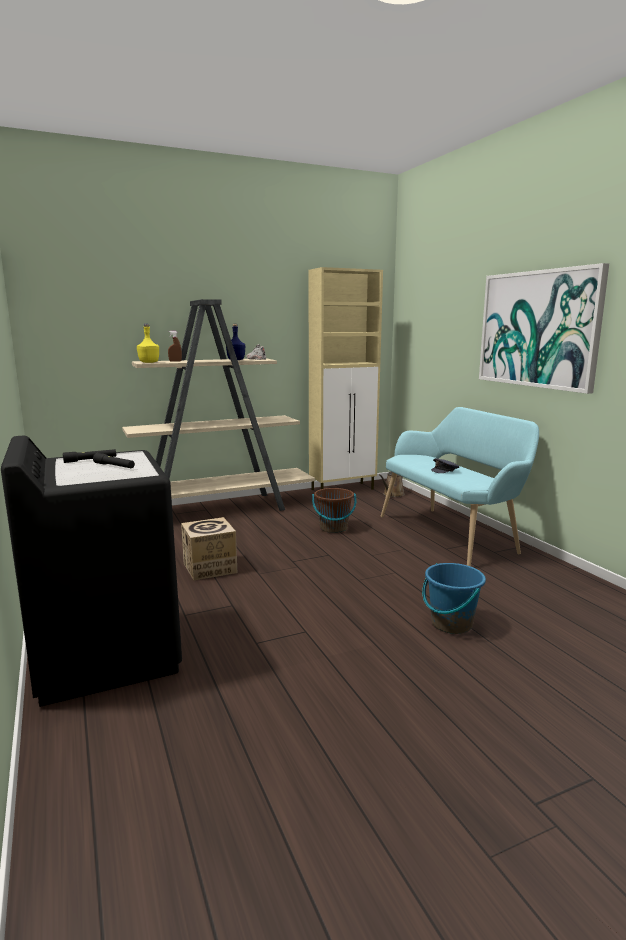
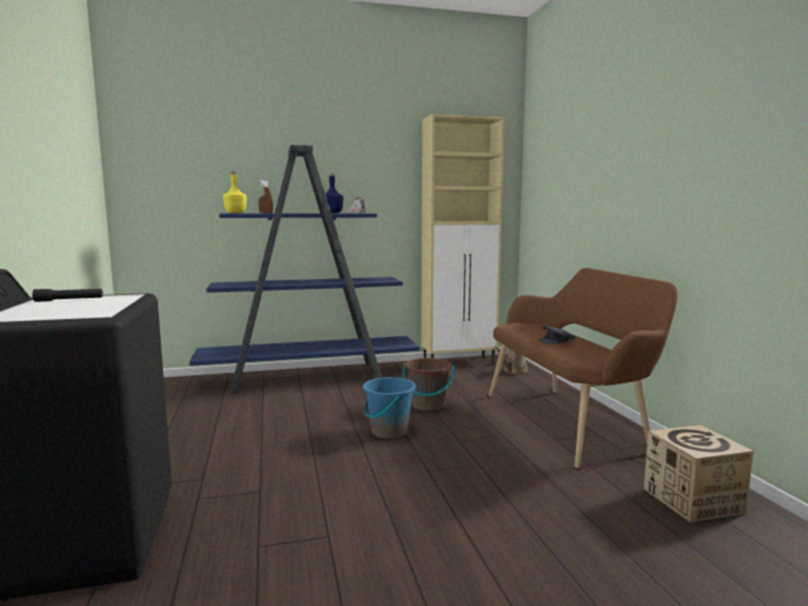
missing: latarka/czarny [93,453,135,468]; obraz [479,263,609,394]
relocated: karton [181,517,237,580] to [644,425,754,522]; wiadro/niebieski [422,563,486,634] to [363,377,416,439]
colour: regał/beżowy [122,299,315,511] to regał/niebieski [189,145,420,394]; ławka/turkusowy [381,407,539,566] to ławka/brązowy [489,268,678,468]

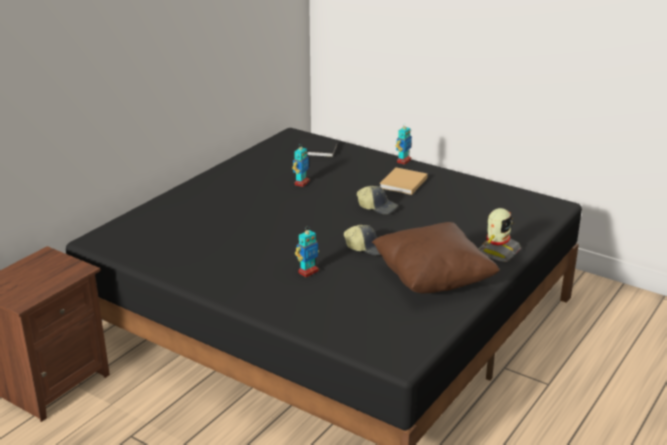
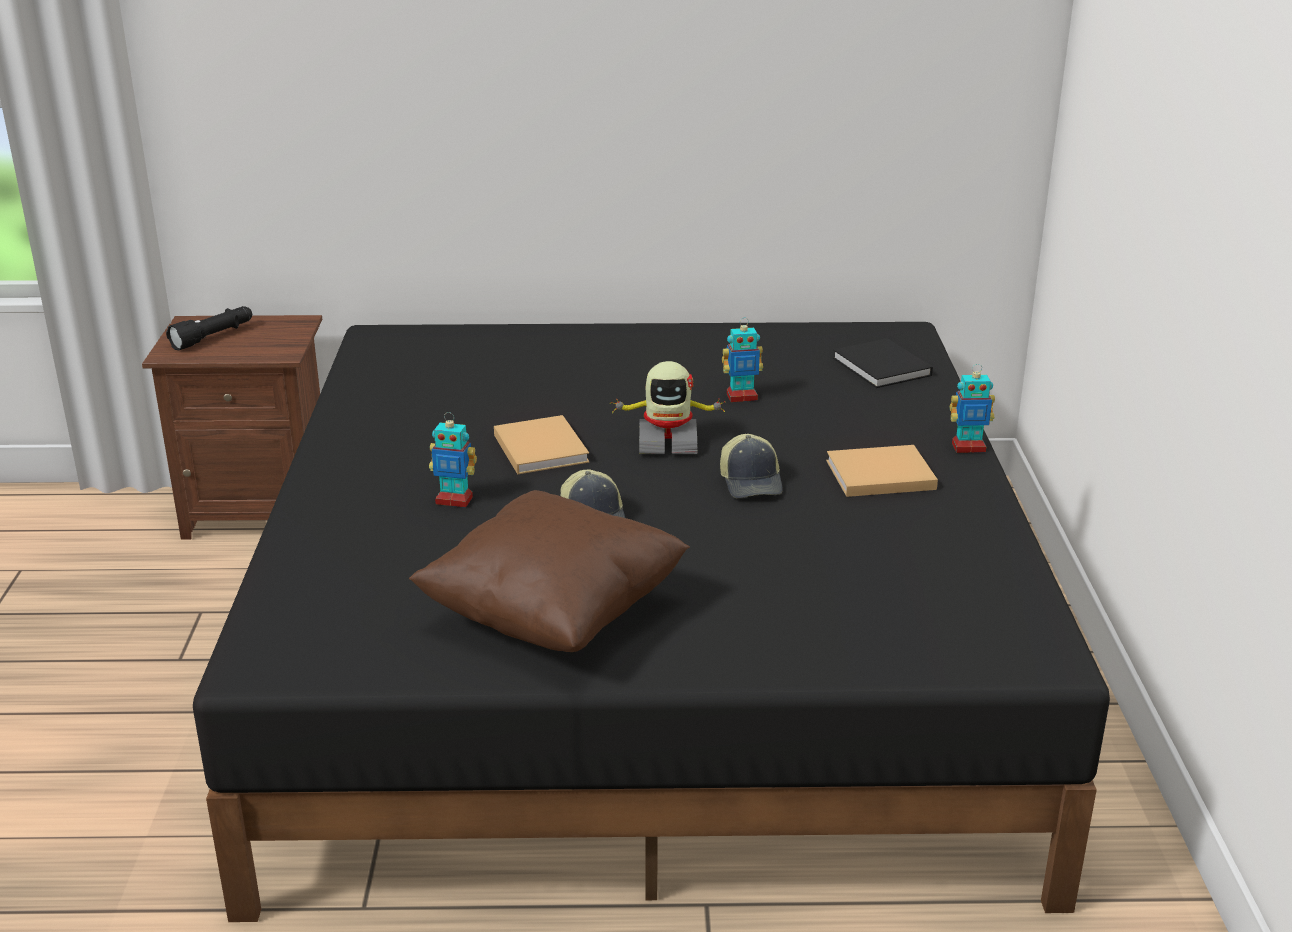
appeared: latarka/czarny [166,306,252,350]; książka/beżowy [494,415,589,474]
relocated: robot zabawkowy [478,208,521,262] to [611,361,725,454]

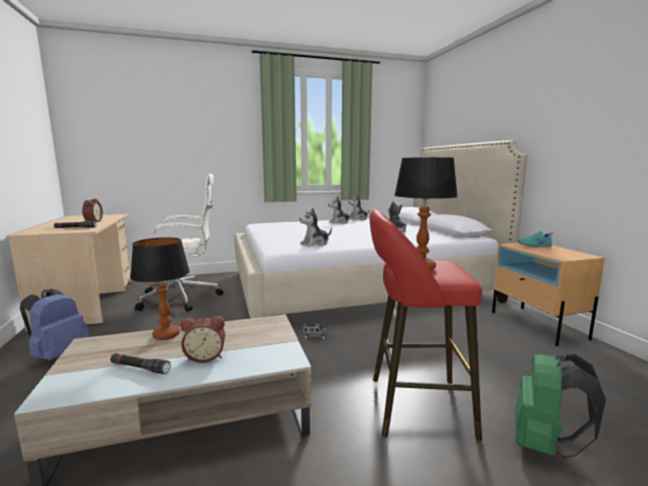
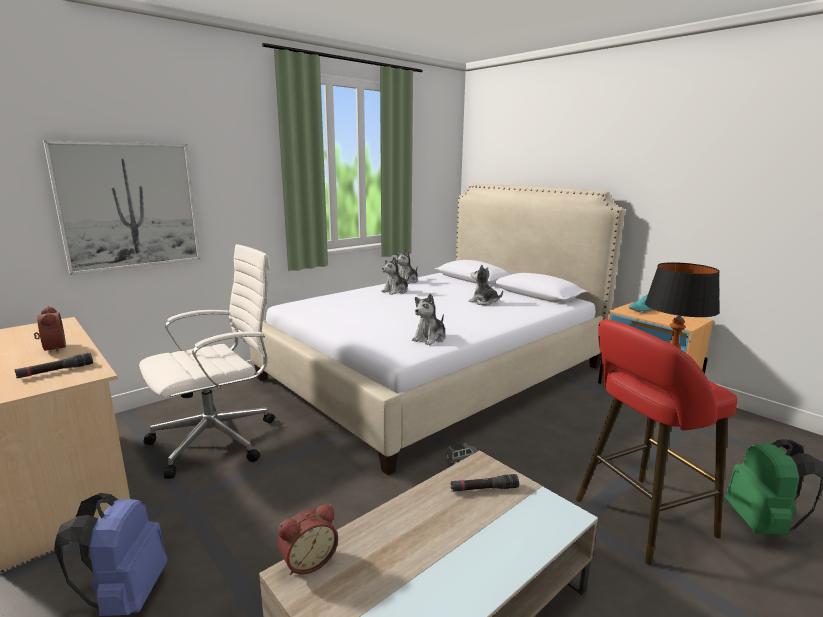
missing: lampa stołowa [130,237,190,340]
appeared: obraz [43,140,201,275]
relocated: latarka/czarny [110,353,171,374] to [450,474,519,492]; budzik [181,316,225,363] to [277,504,338,575]

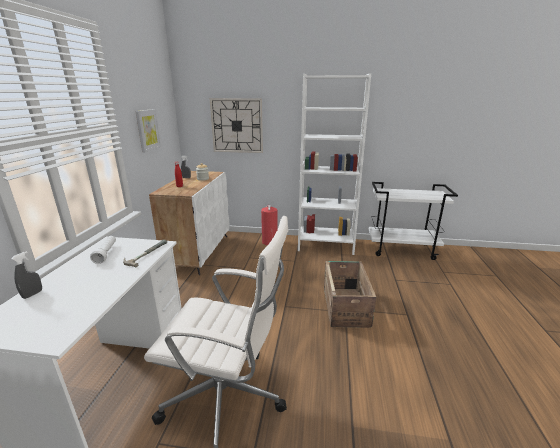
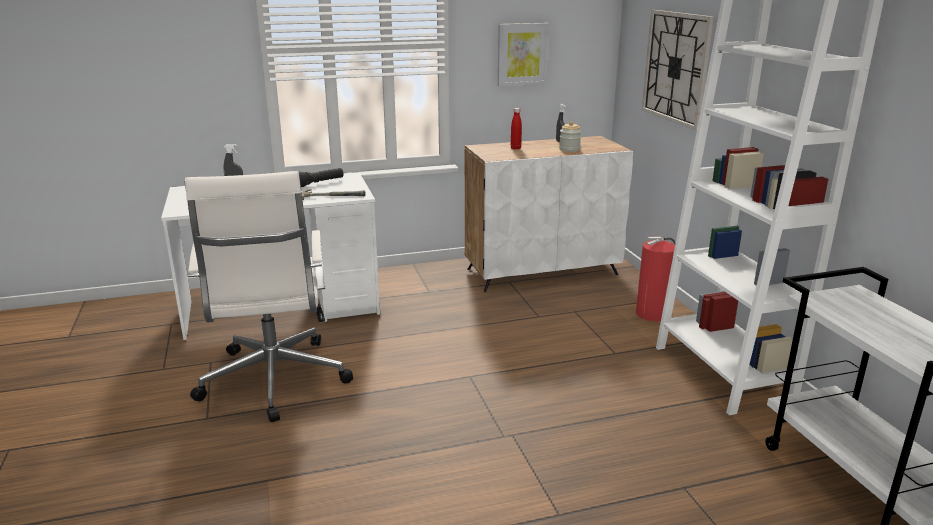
missing: skrzynka [324,261,376,328]
colour: latarka/biały [90,236,116,264] to latarka/czarny [299,168,343,187]

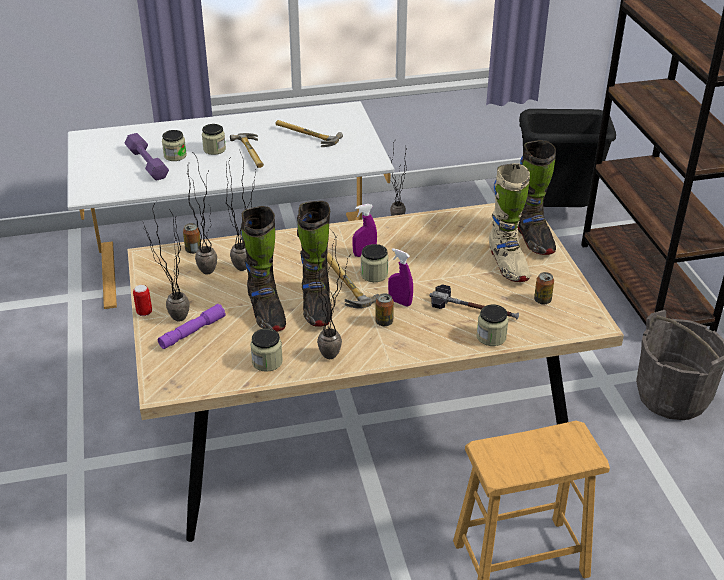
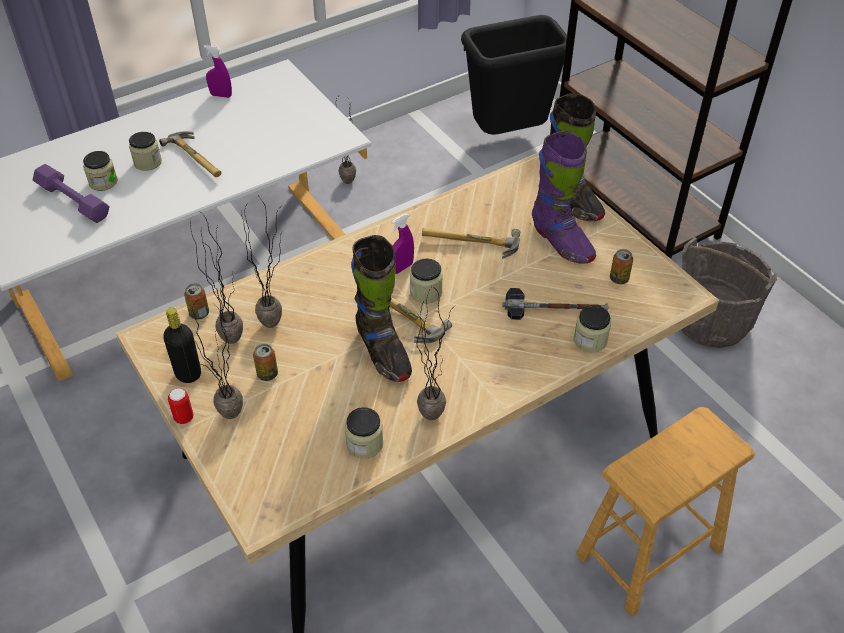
missing: latarka/fioletowy [158,304,226,349]; but z cholewką/czarny [241,206,286,332]
appeared: butelka/czarny [163,308,201,383]
relocated: młotek [276,120,343,147] to [422,228,520,259]; puszka [376,293,394,326] to [253,344,278,381]; spryskiwacz/fioletowy [388,248,413,306] to [203,45,232,98]
colour: but z cholewką/beżowy [489,163,530,282] to but z cholewką/fioletowy [532,131,596,264]

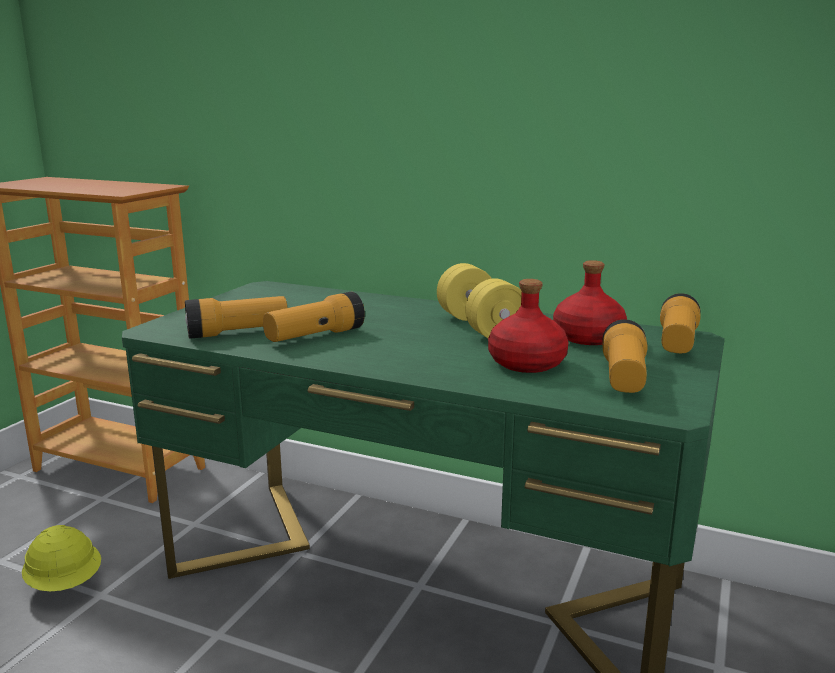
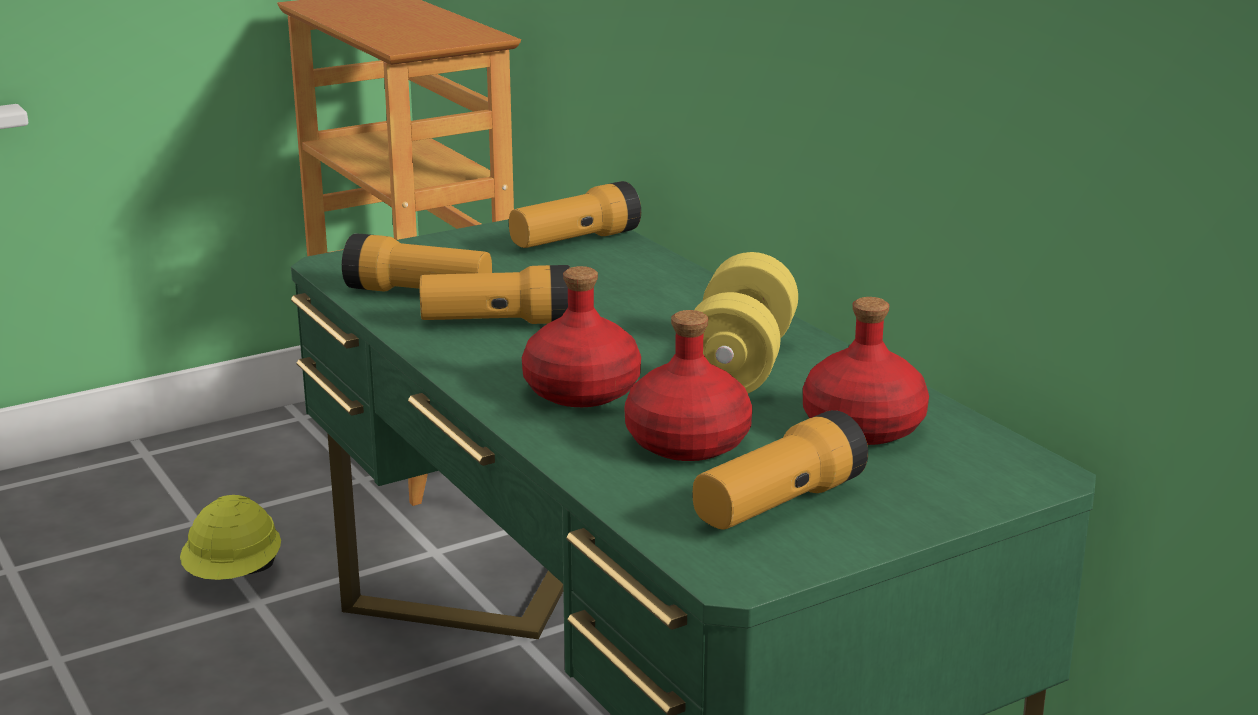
appeared: butelka/czerwony [522,266,641,407]
relocated: latarka [660,293,700,353] to [509,181,641,248]

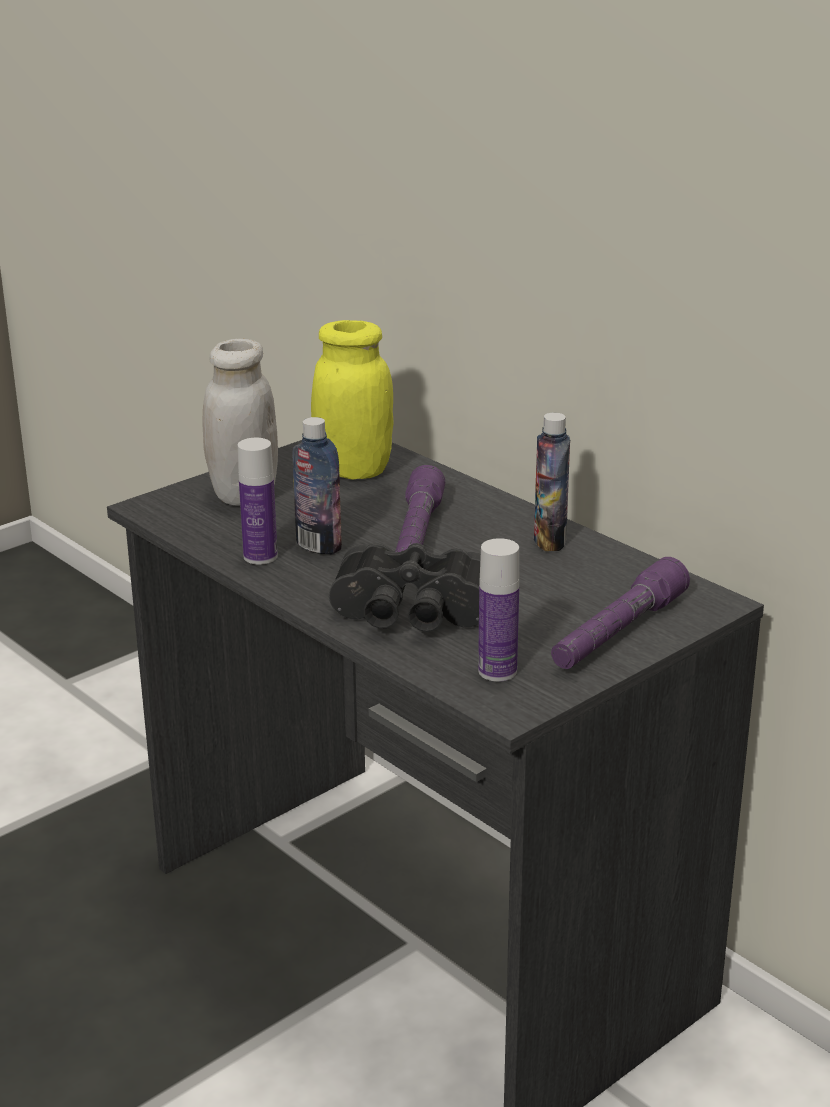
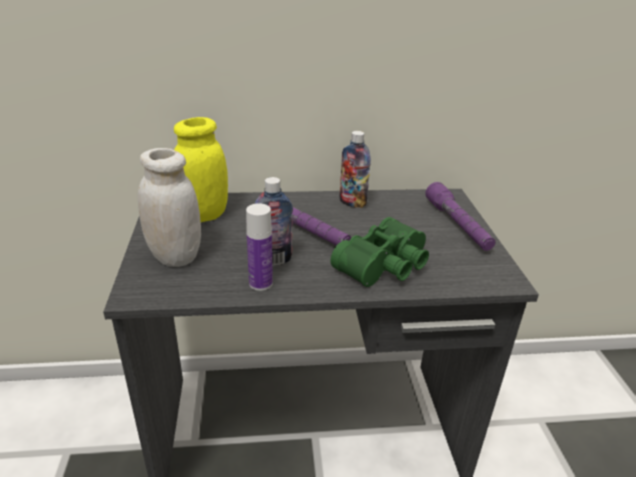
missing: butelka [478,538,519,682]
colour: lornetka/czarny [329,543,481,632] to lornetka/zielony [331,217,429,287]

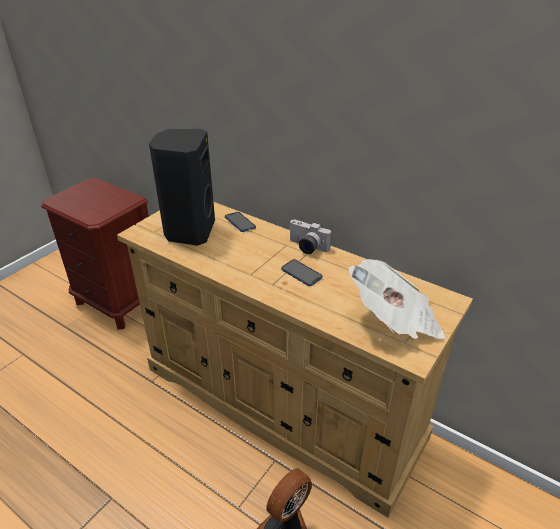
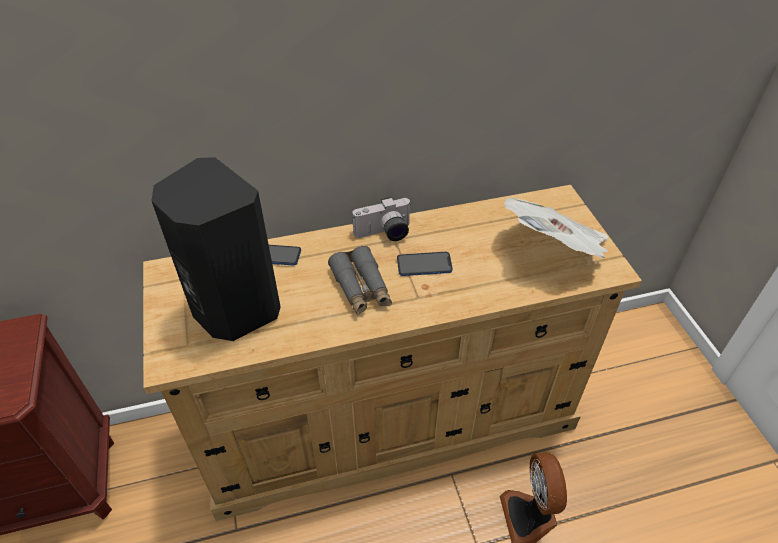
appeared: lornetka/szary [328,246,392,315]

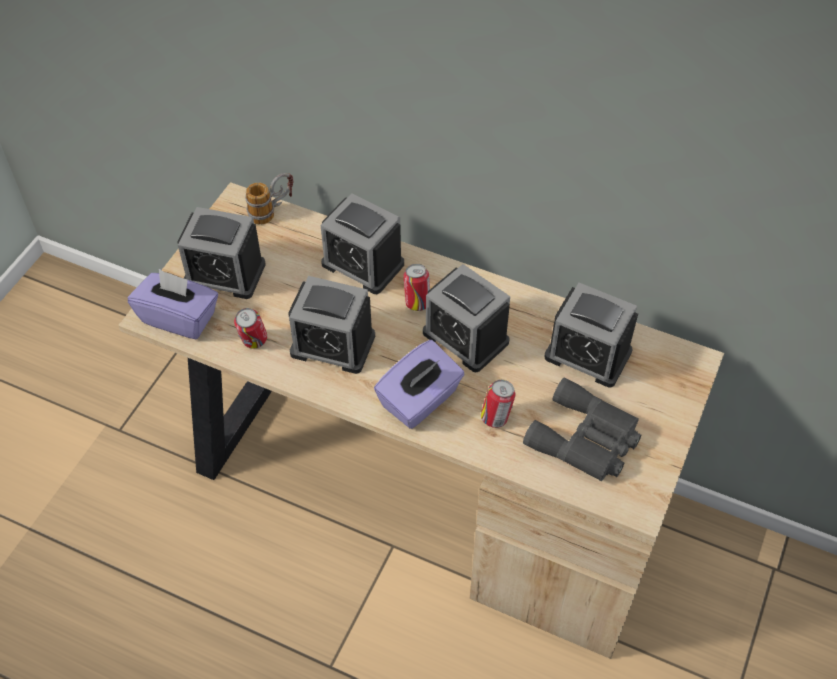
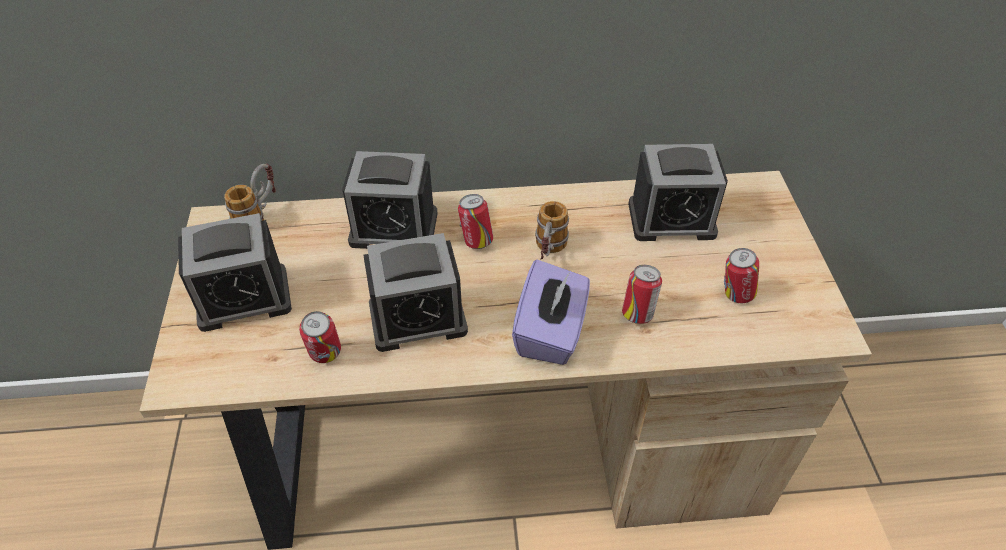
missing: pudełko chusteczek/fioletowy [128,269,218,339]
exchanged: budzik [423,264,510,372] to kubek [535,201,569,260]; lornetka/szary [523,377,641,481] to puszka [724,248,759,303]

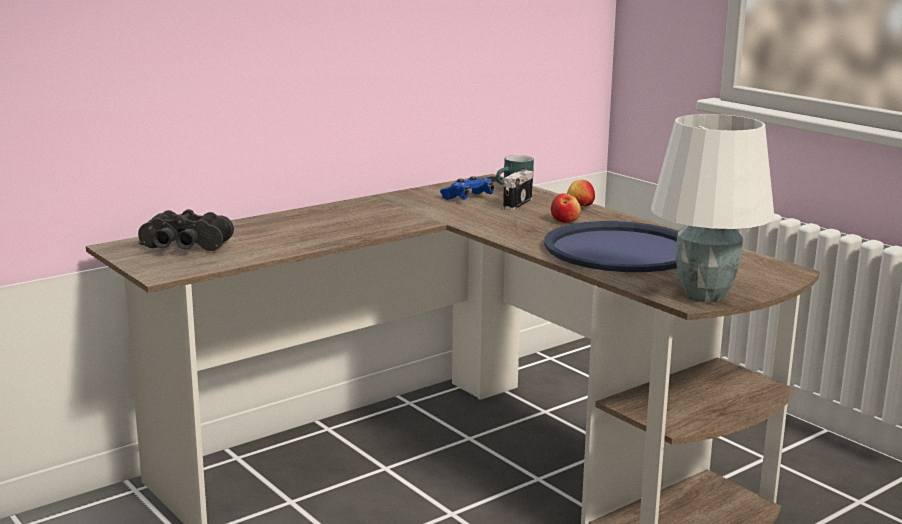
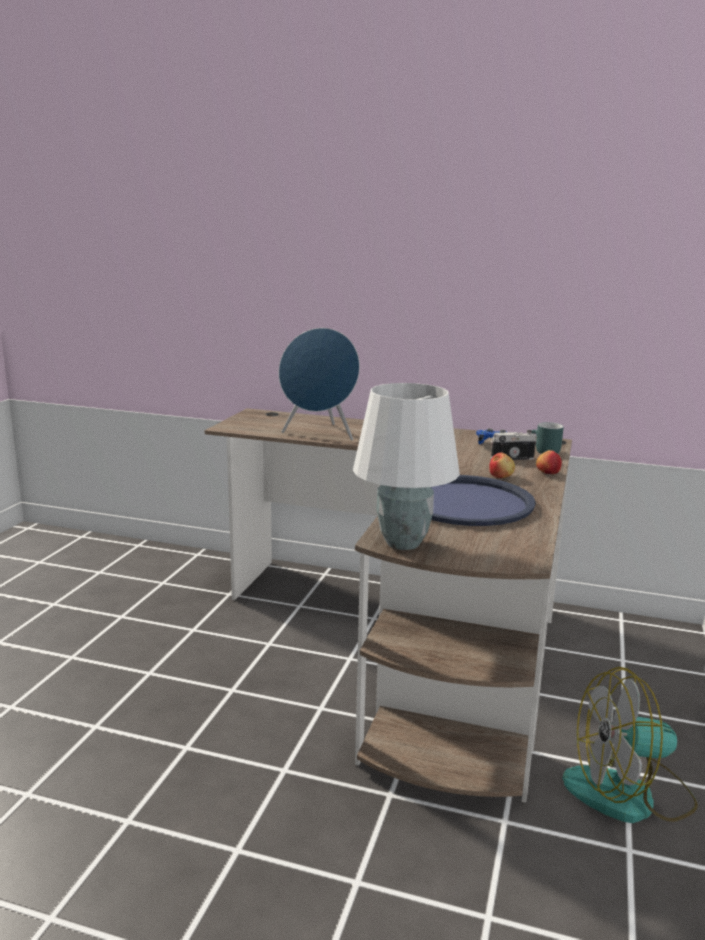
missing: lornetka/czarny [138,209,234,251]
appeared: głośnik/niebieski [279,328,360,441]; wentylator [562,667,698,823]

